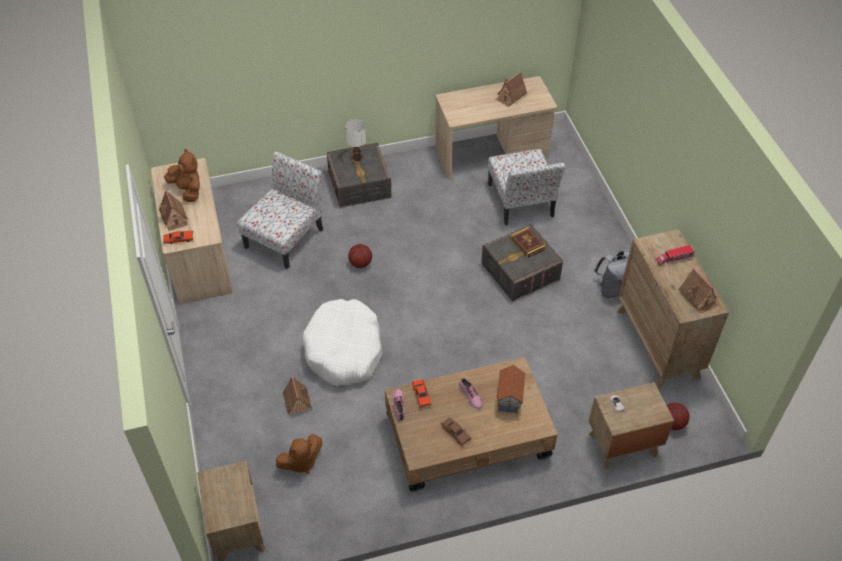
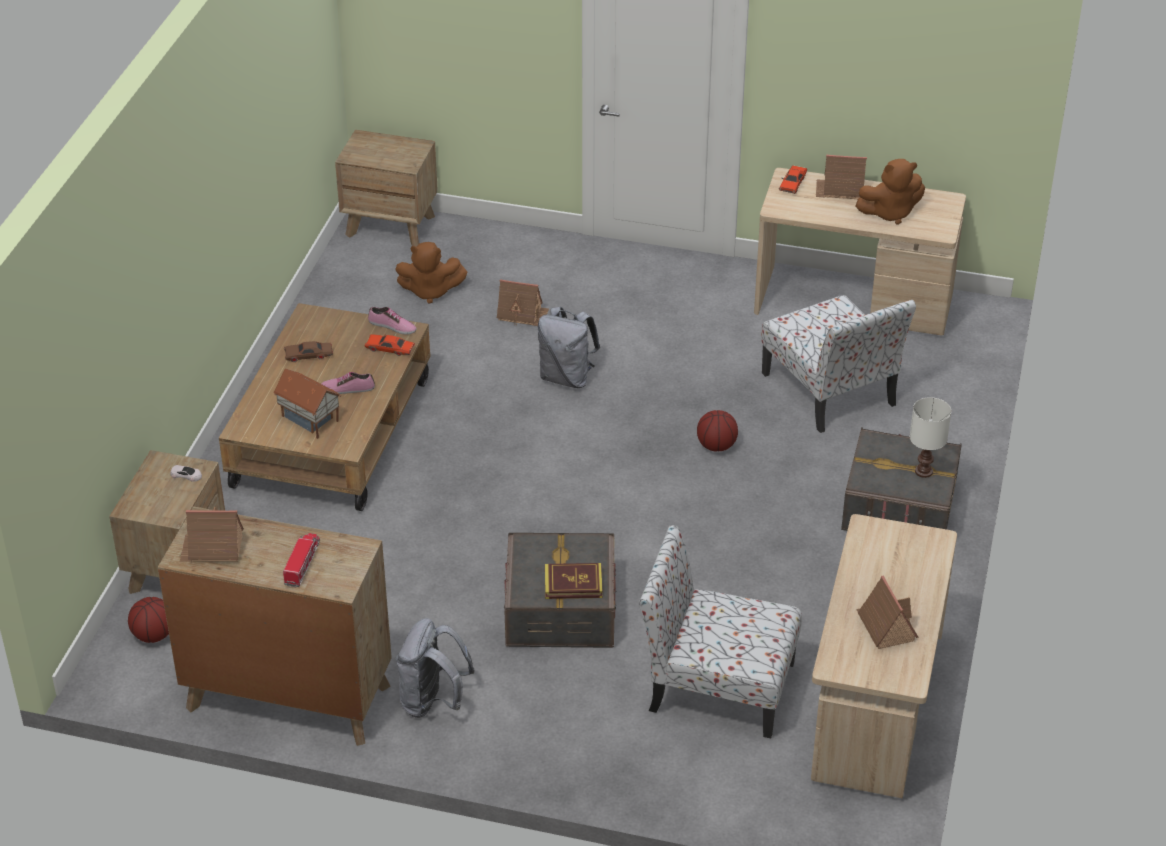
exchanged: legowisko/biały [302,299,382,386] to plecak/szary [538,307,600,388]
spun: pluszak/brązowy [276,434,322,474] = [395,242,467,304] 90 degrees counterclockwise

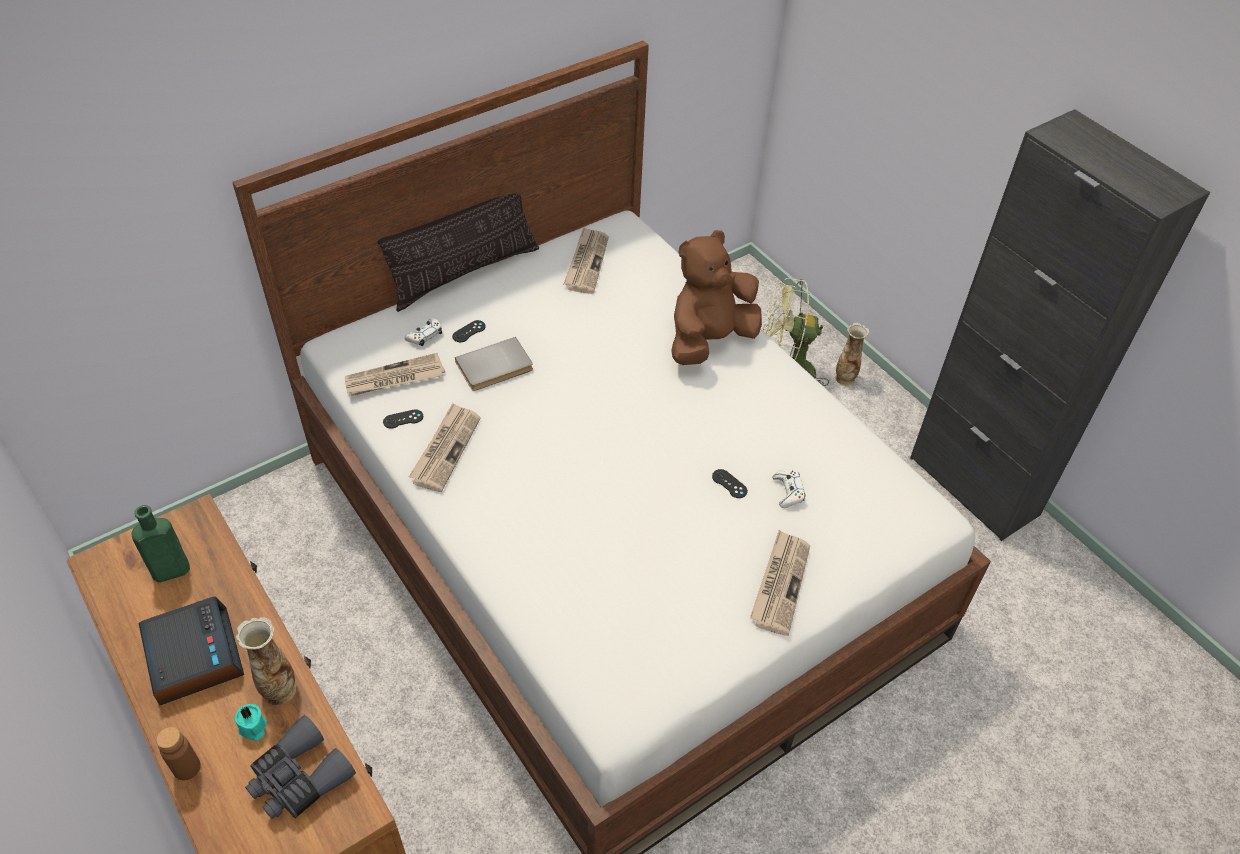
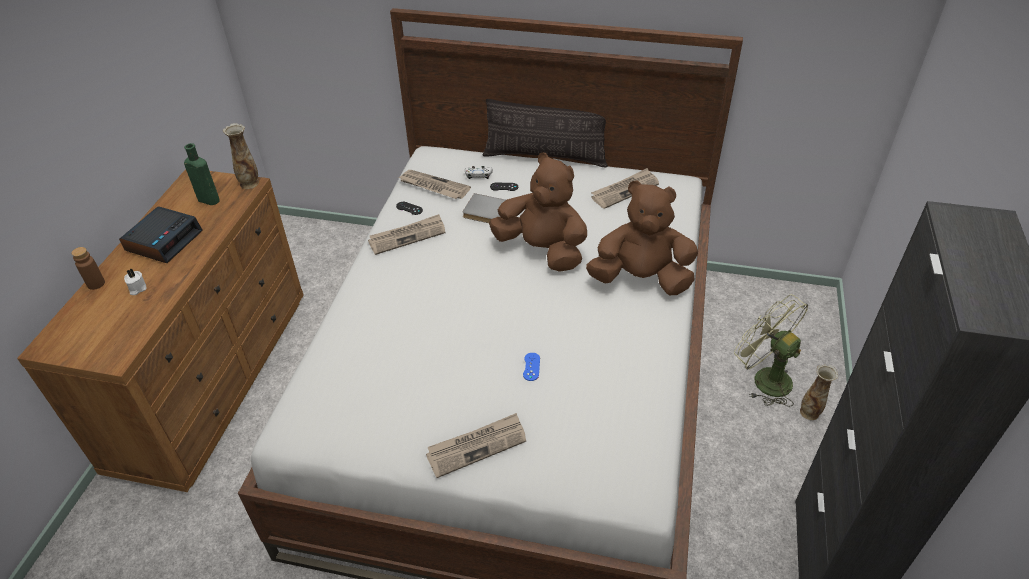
missing: lornetka/szary [245,715,356,819]; pad do gier/biały [772,469,805,508]
appeared: pluszak/brązowy [489,153,587,272]
relocated: wazon [236,617,296,705] to [223,123,259,189]
colour: świeca/turkusowy [235,704,267,741] to świeca/biały [124,269,147,295]; pad do gier/czarny [712,469,748,498] to pad do gier/niebieski [523,353,540,381]

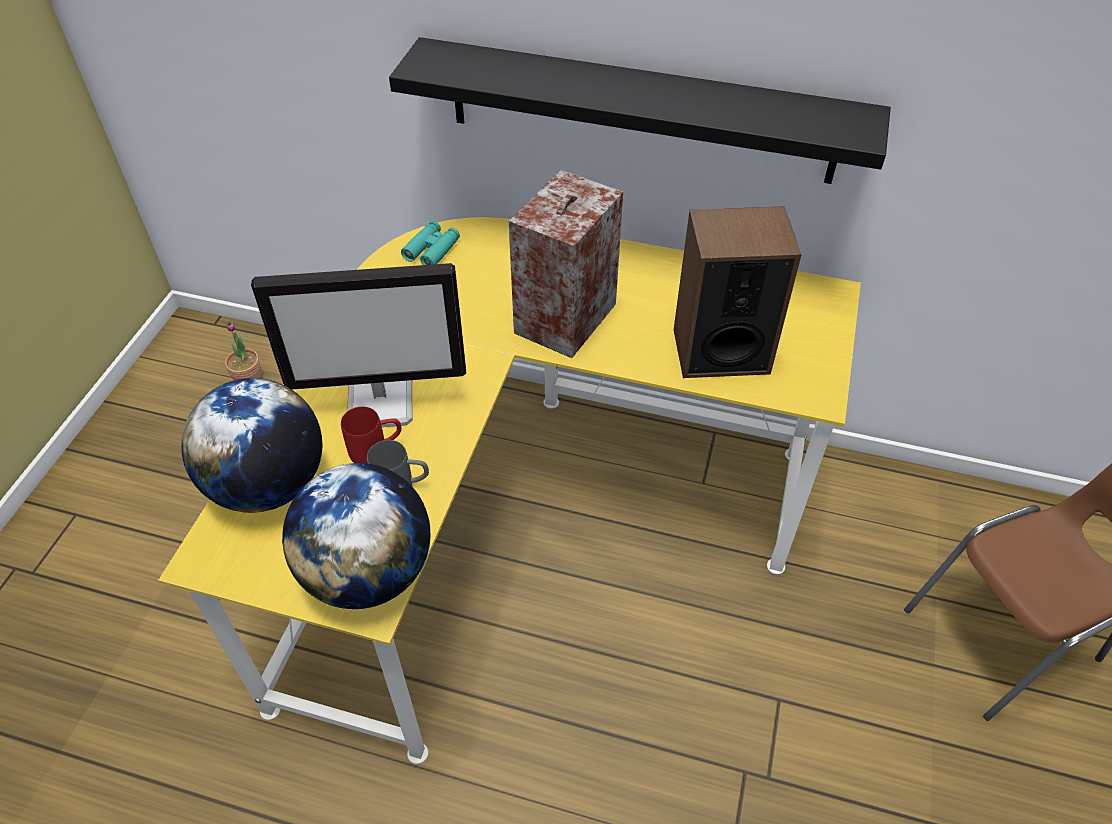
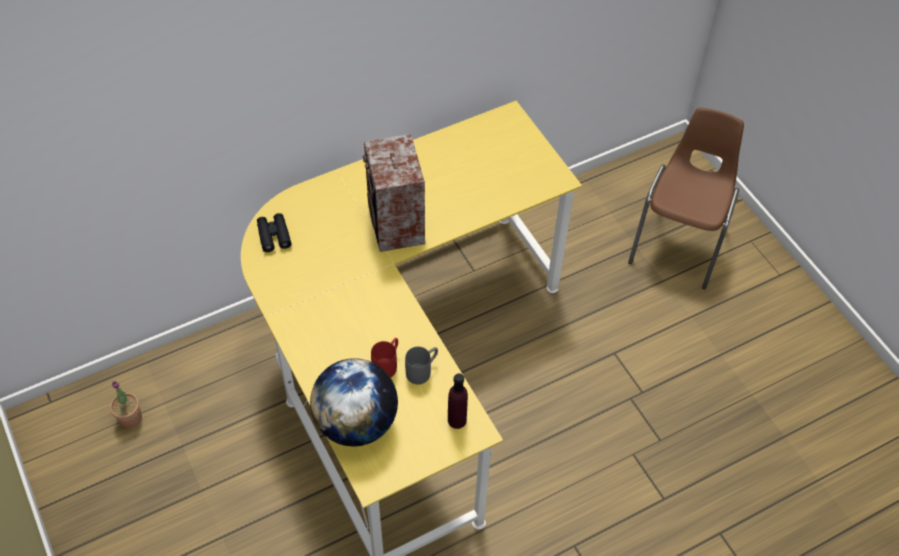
missing: monitor [251,263,466,427]; półka/czarny [389,37,891,184]; głośnik [674,206,801,378]
exchanged: globus [282,463,430,609] to butelka/fioletowy [448,373,468,429]
colour: lornetka/turkusowy [401,221,460,265] to lornetka/czarny [257,213,291,252]

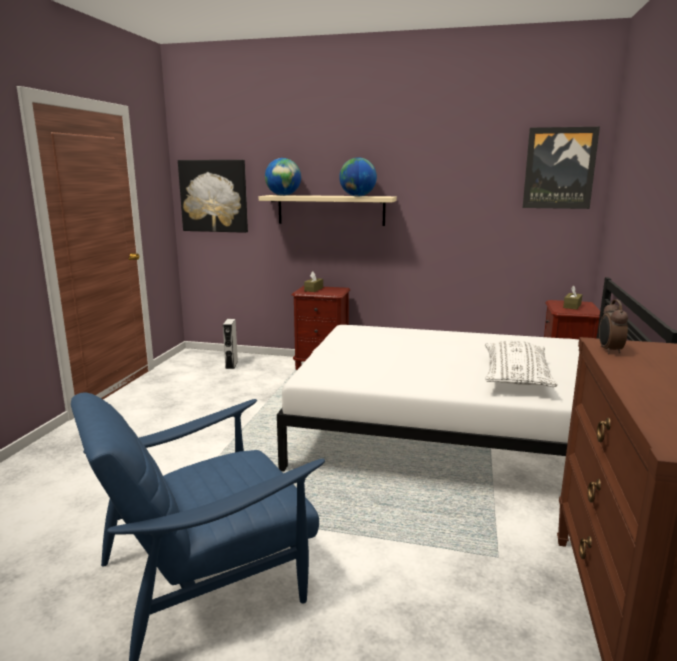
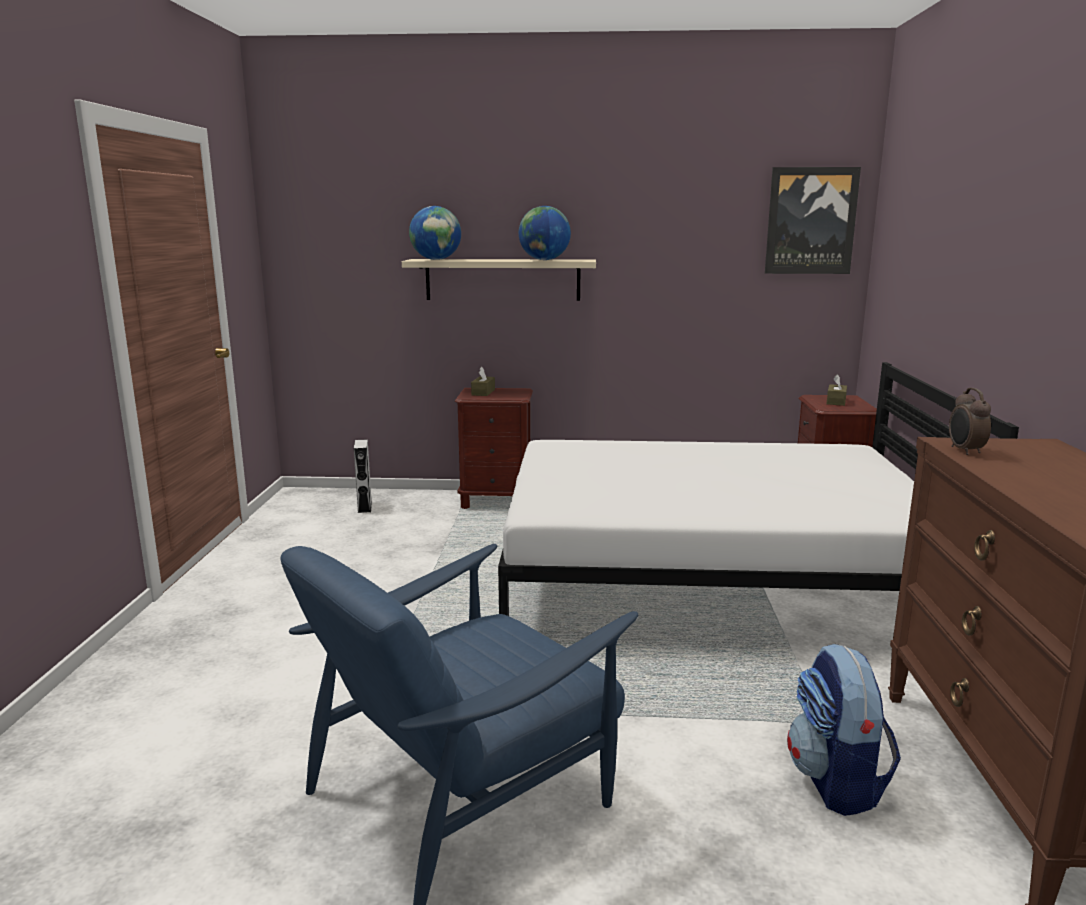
missing: obraz [178,160,248,233]; poduszka/biały [485,341,558,387]
appeared: plecak [787,644,901,816]

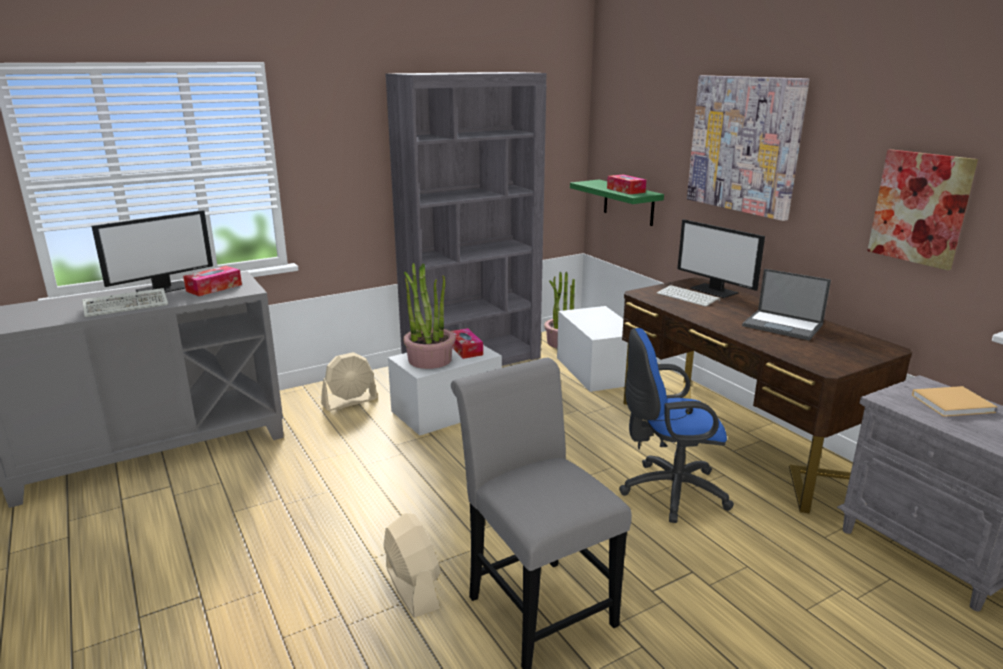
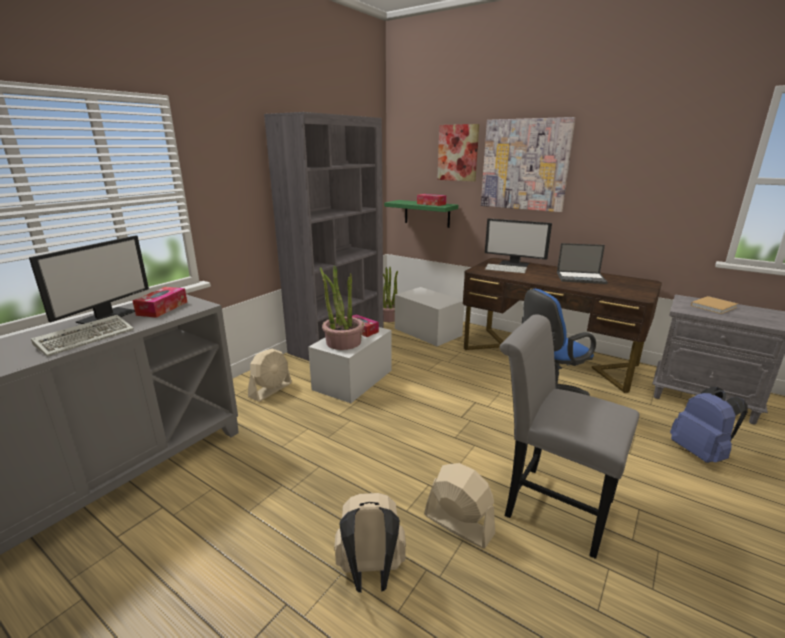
appeared: plecak/beżowy [334,493,406,593]; plecak/niebieski [670,387,747,463]
relocated: obraz [867,149,978,270] to [437,124,479,182]

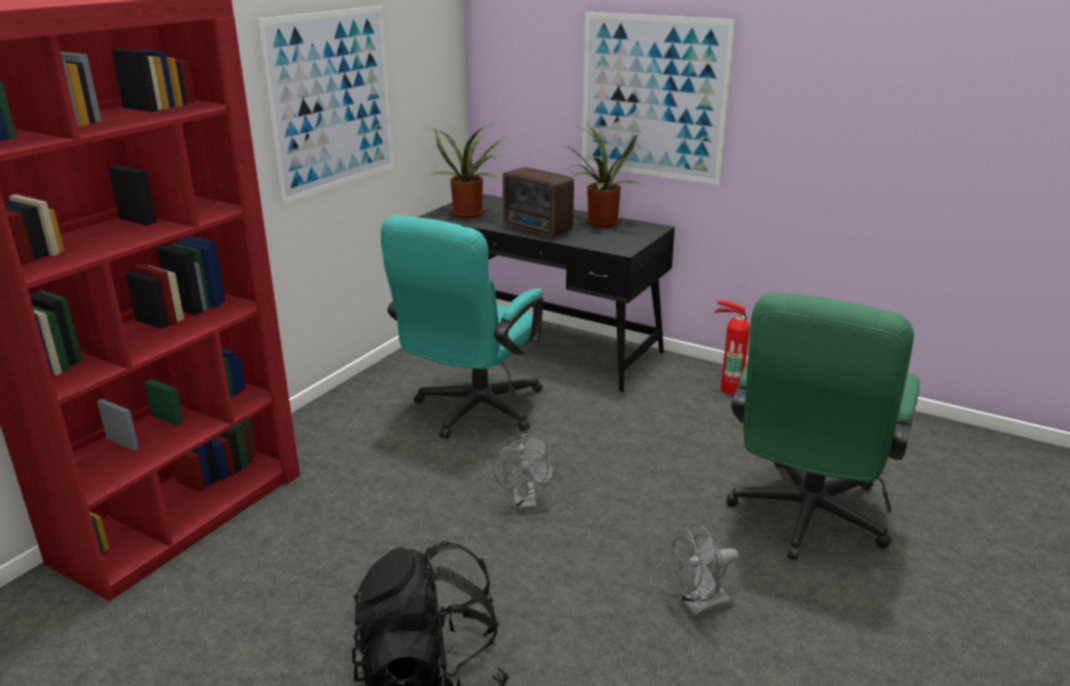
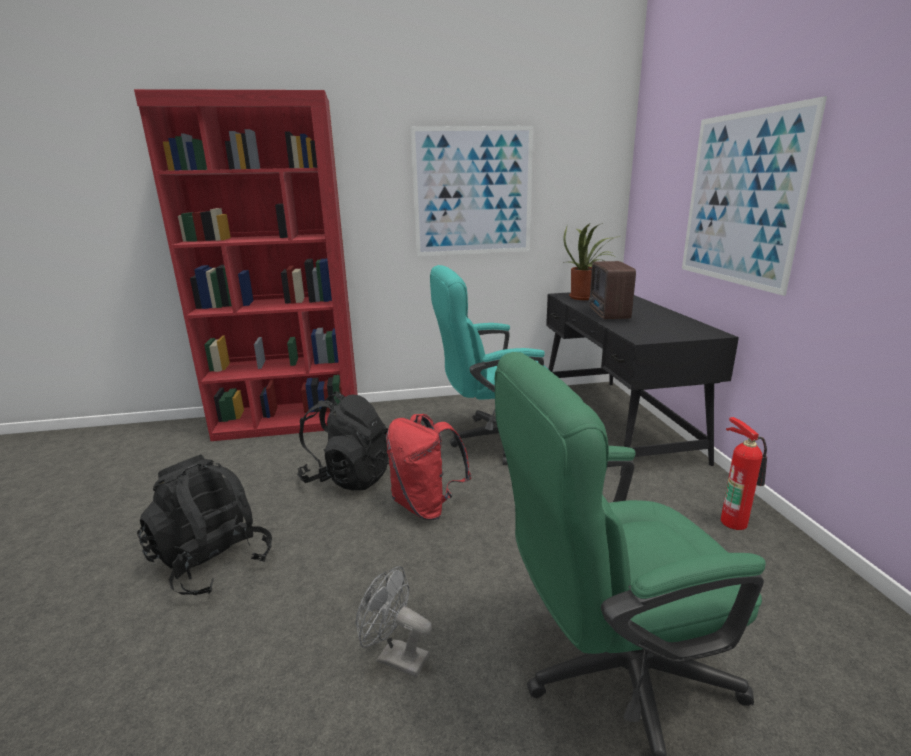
missing: roślina doniczkowa [565,124,646,227]
appeared: plecak/czarny [297,392,389,490]
exchanged: wentylator/szary [492,434,558,509] to plecak/czerwony [386,414,471,520]

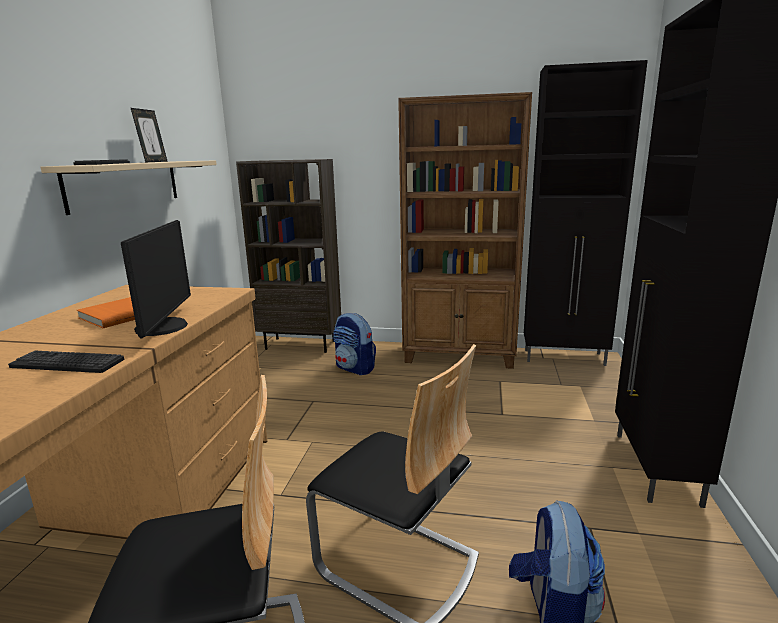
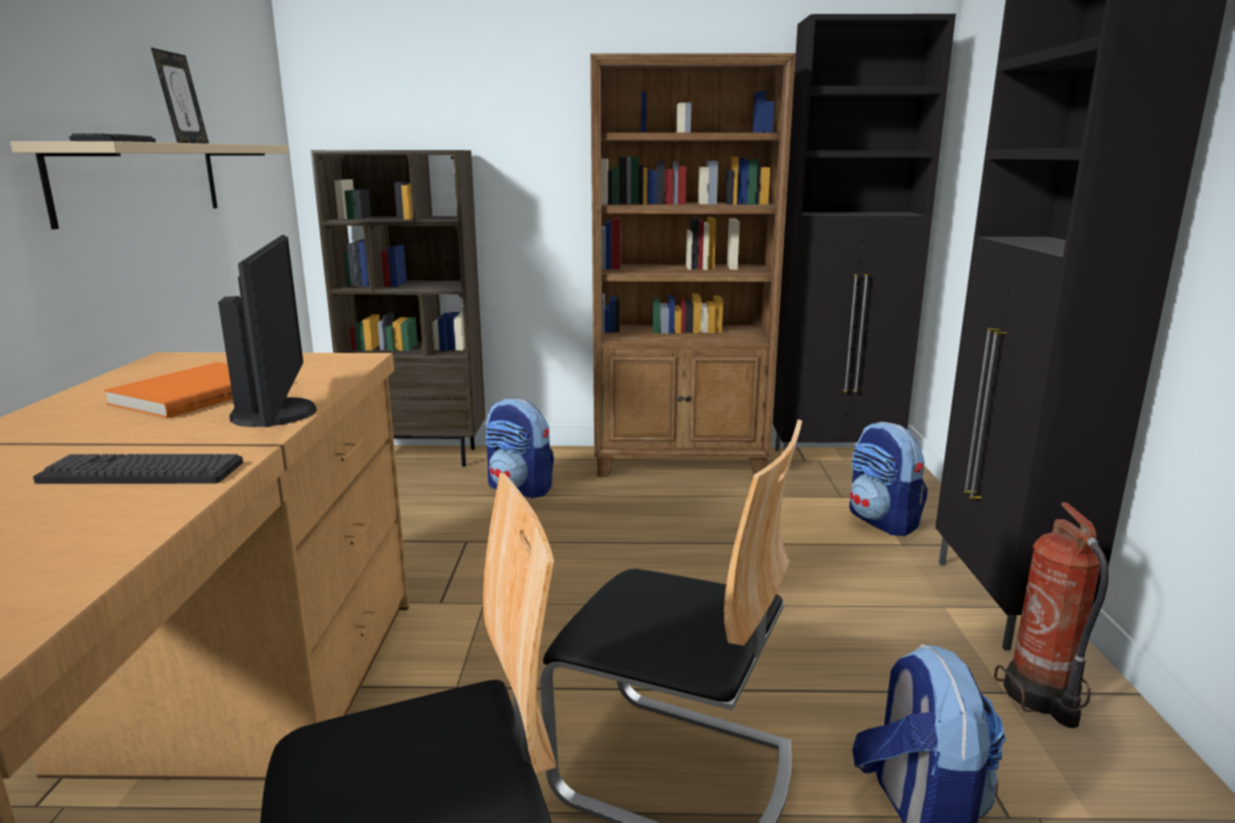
appeared: plecak [849,422,928,536]; gaśnica [994,502,1109,728]

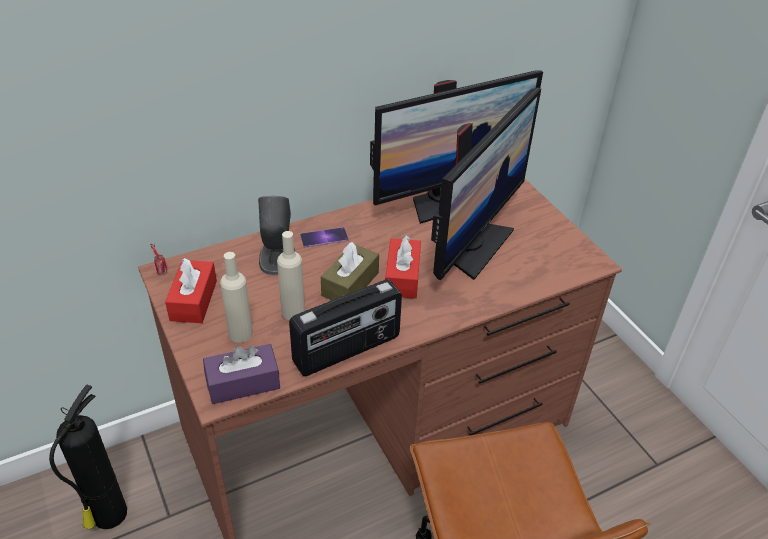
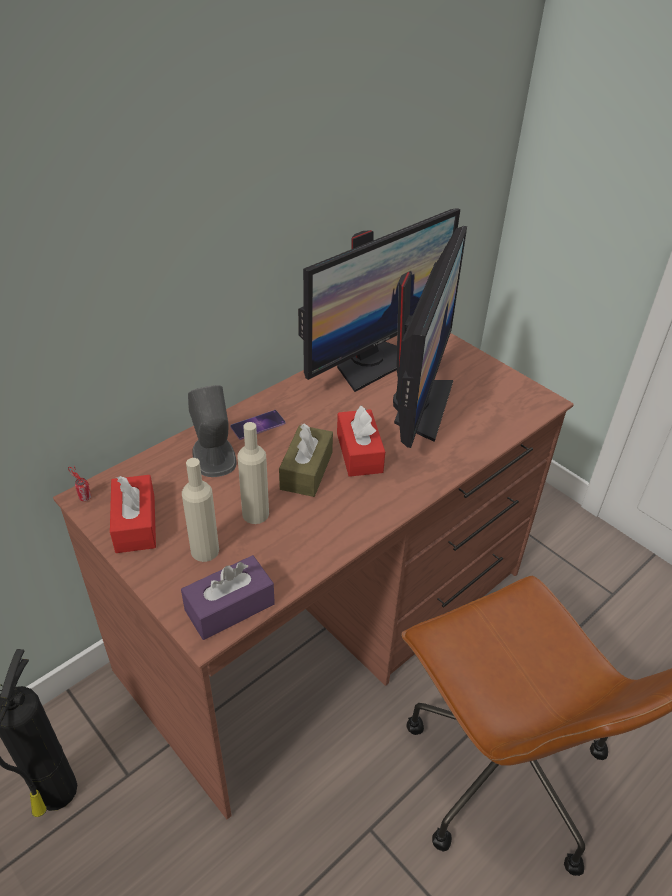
missing: radio [289,279,402,376]

